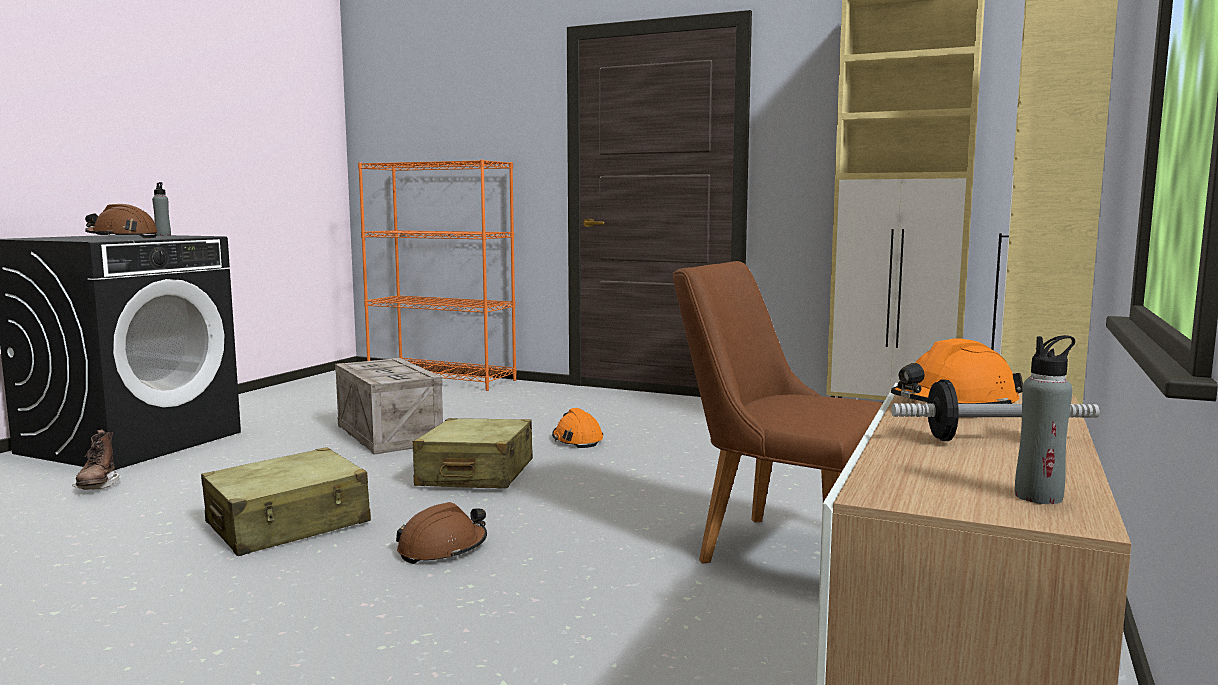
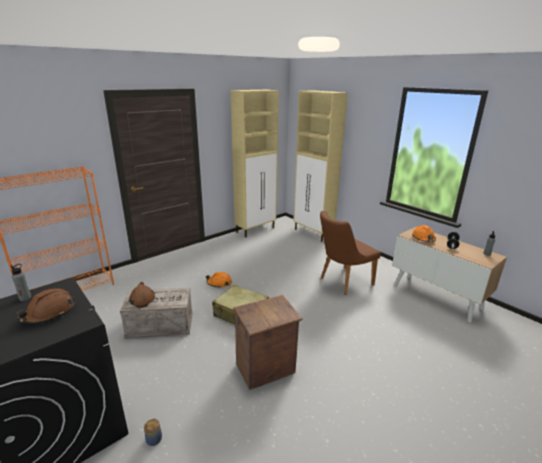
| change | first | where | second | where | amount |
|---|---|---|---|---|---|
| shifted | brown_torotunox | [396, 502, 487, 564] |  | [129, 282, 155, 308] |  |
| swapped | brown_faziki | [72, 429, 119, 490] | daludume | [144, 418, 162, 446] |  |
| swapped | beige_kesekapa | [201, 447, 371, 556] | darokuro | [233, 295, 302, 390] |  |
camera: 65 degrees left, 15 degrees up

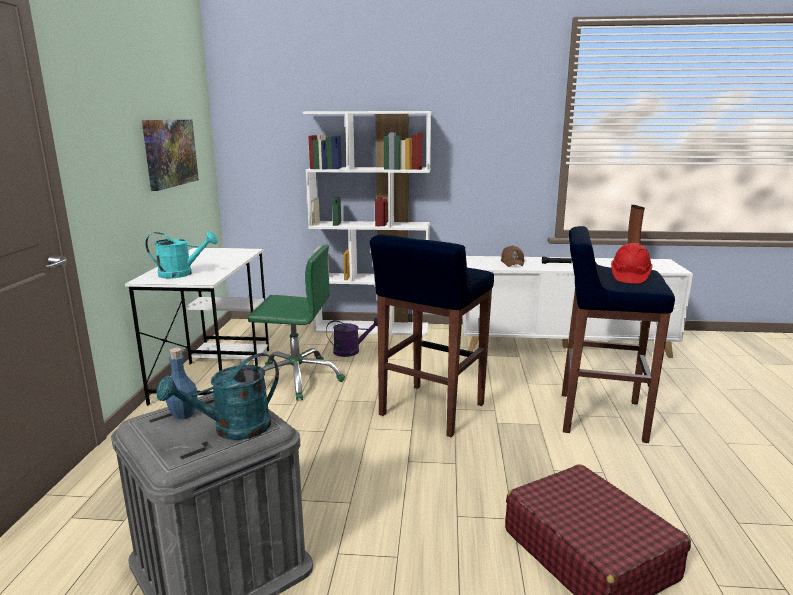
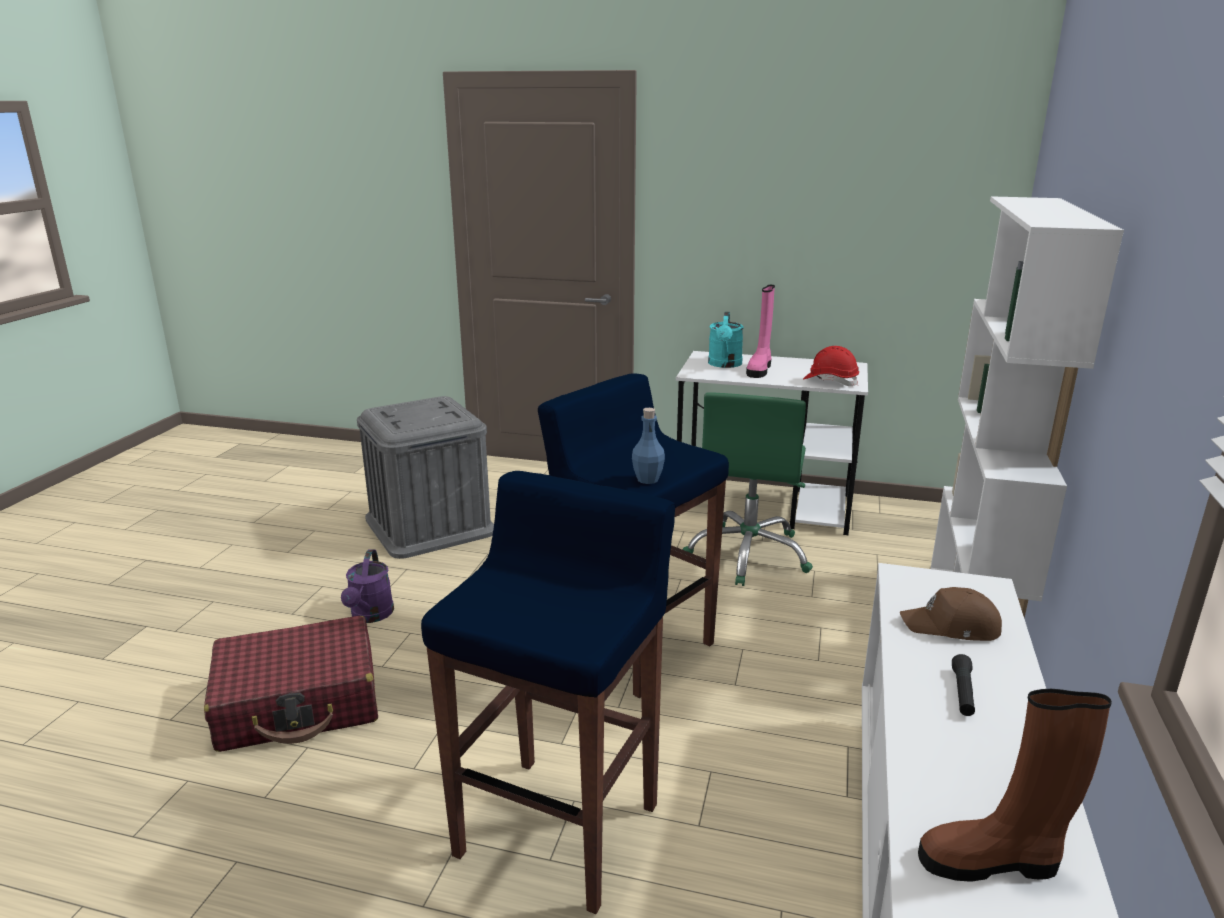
| change | first | where | second | where | amount |
|---|---|---|---|---|---|
| gone | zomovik | [142, 120, 199, 191] |  |  |  |
| gone | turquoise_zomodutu | [156, 353, 279, 440] |  |  |  |
| new |  |  | pink_faziki | [746, 285, 775, 378] |  |
| shifted | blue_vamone | [166, 348, 198, 419] |  | [632, 408, 665, 484] |  |
| shifted | purple_zomodutu | [326, 317, 378, 357] |  | [341, 549, 394, 623] |  |
| shifted | red_torotunox | [611, 243, 652, 284] |  | [803, 346, 859, 386] |  |
camera: 100 degrees right, 5 degrees up

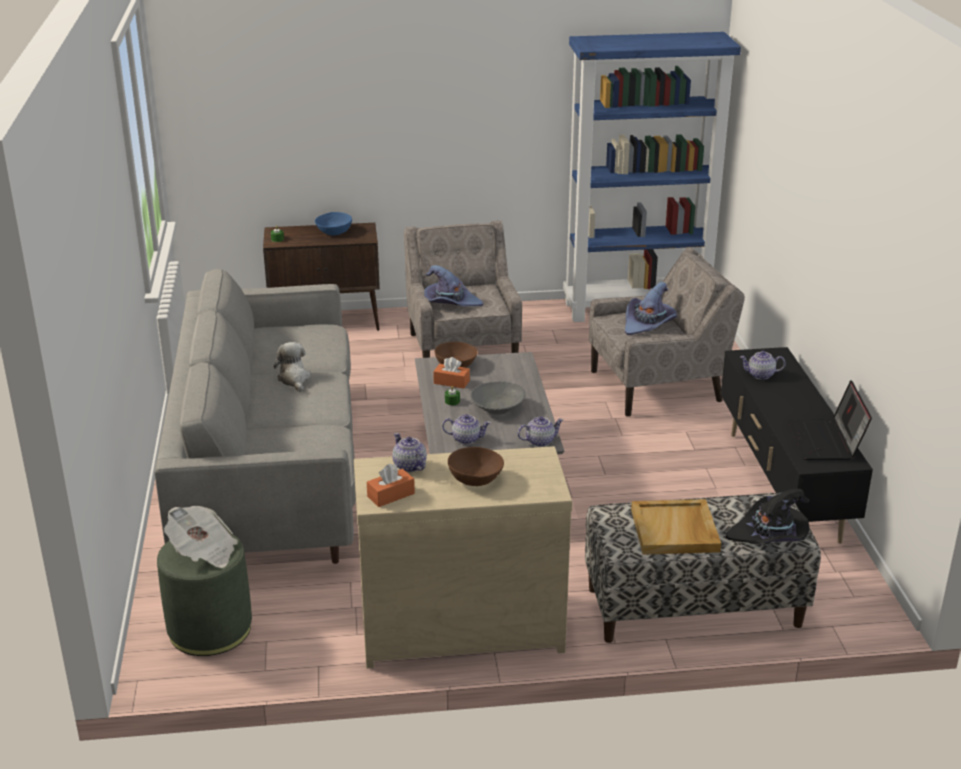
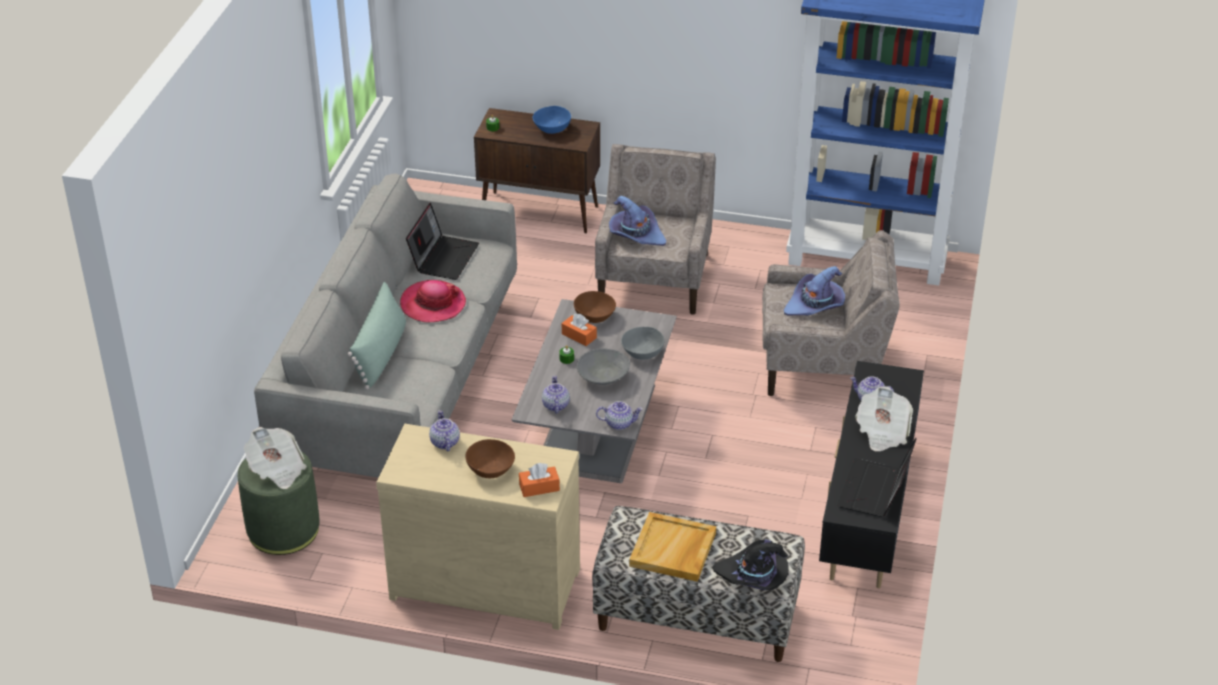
| change | first | where | second | where | amount |
|---|---|---|---|---|---|
| new |  |  | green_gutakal | [347, 282, 406, 390] |  |
| new |  |  | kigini | [406, 203, 479, 280] |  |
| new |  |  | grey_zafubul | [621, 327, 664, 360] |  |
| new |  |  | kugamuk | [855, 387, 913, 452] |  |
| shifted | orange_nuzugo | [367, 464, 415, 507] |  | [519, 463, 560, 497] |  |
| swapped | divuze | [274, 342, 311, 392] | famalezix | [400, 280, 466, 322] |  |
| rotated | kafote | [442, 414, 491, 444] |  | [542, 375, 570, 414] | 120 degrees counterclockwise |
camera: 20 degrees right, 10 degrees up

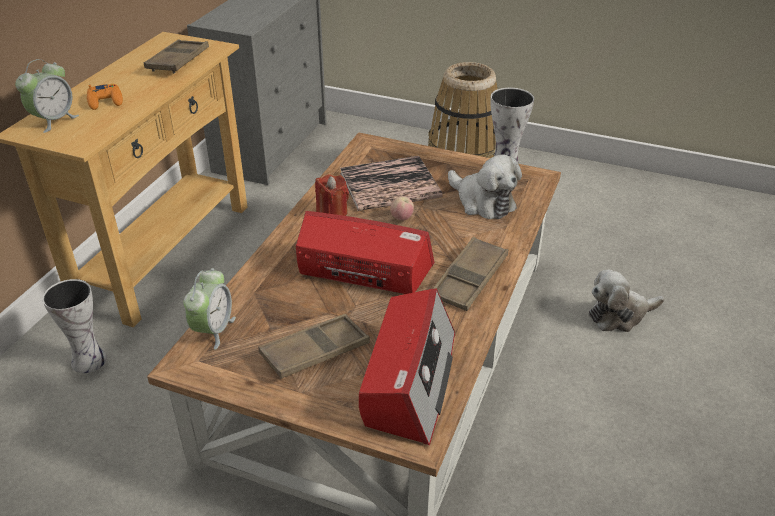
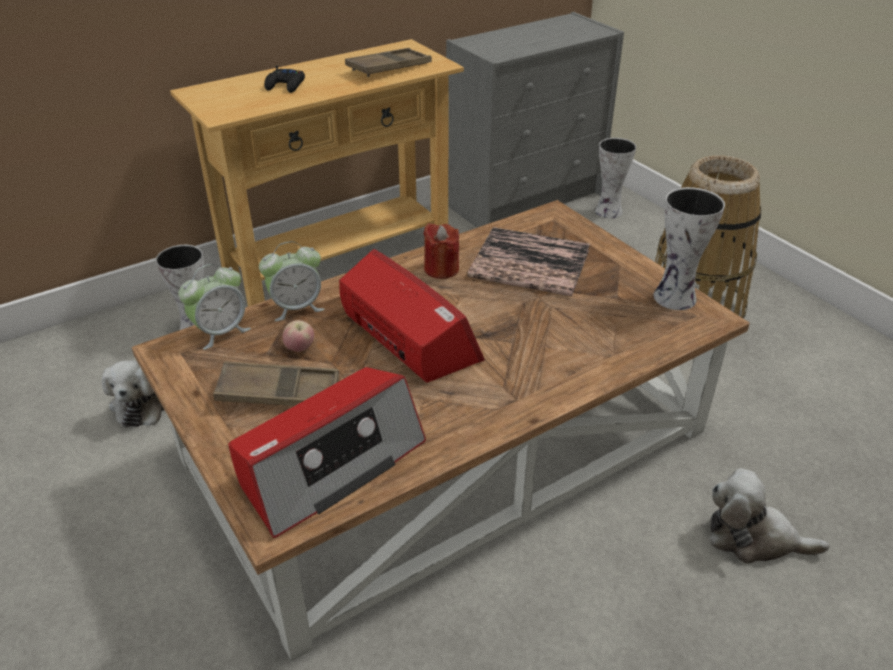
| change | first | where | second | where | amount |
|---|---|---|---|---|---|
| gone | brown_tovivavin | [433, 237, 508, 311] |  |  |  |
| new |  |  | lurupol | [595, 138, 636, 219] |  |
| shifted | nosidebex | [15, 59, 79, 133] |  | [259, 241, 325, 321] |  |
| shifted | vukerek | [390, 196, 414, 220] |  | [283, 320, 314, 352] |  |
| shifted | divuze | [448, 155, 522, 219] |  | [102, 360, 164, 427] |  |
| repainted | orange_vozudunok | [87, 84, 123, 110] | black_vozudunok | [264, 66, 305, 93] |  |
camera: 35 degrees right, 0 degrees up

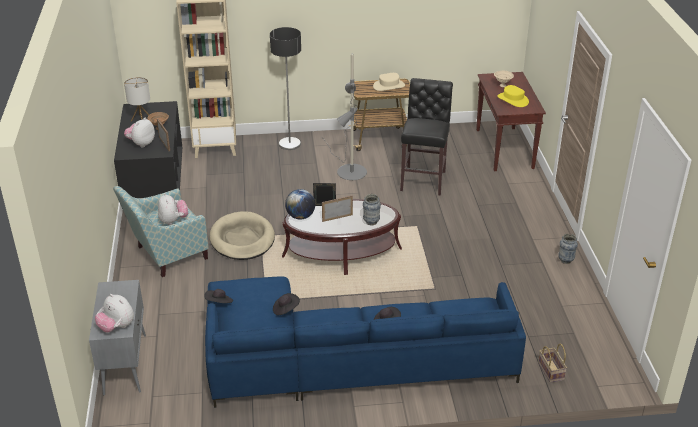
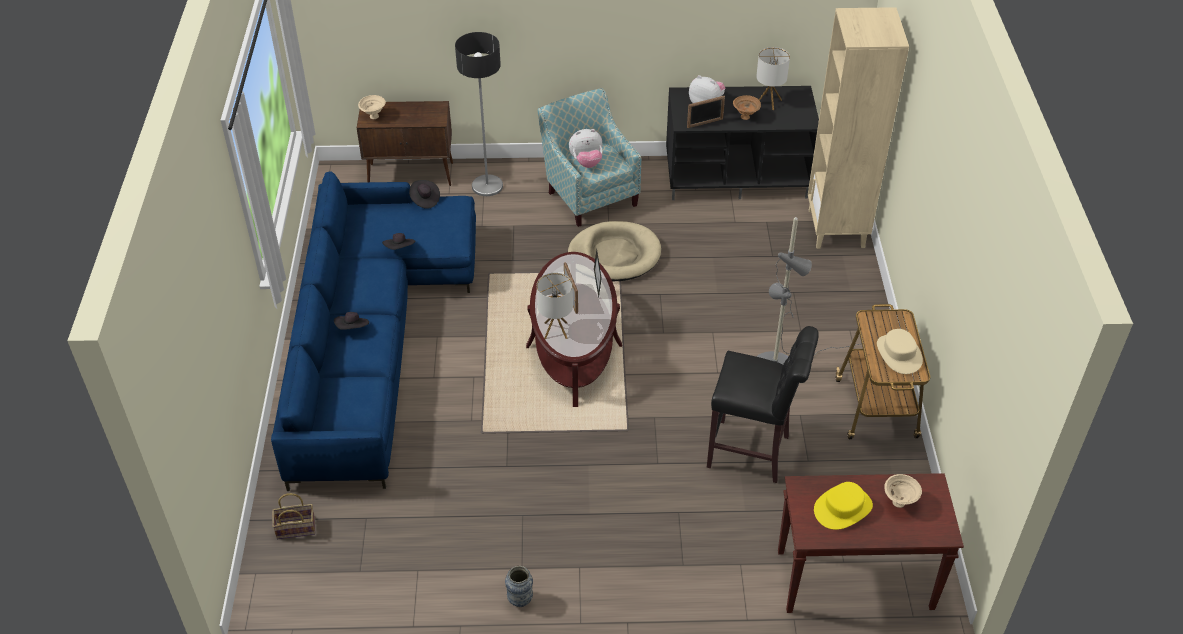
| change | first | where | second | where | amount |
|---|---|---|---|---|---|
| gone | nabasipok | [285, 189, 315, 219] |  |  |  |
| shifted | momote | [270, 27, 301, 150] |  | [455, 32, 503, 196] |  |
| swapped | divuze | [95, 294, 134, 333] | beige_zafubul | [358, 95, 386, 119] |  |
| swapped | lurupol | [363, 194, 381, 225] | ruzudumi | [537, 273, 573, 339] |  |
| repainted | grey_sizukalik | [89, 280, 146, 395] | brown_sizukalik | [357, 101, 453, 186] |  |
camera: 95 degrees right, 10 degrees up

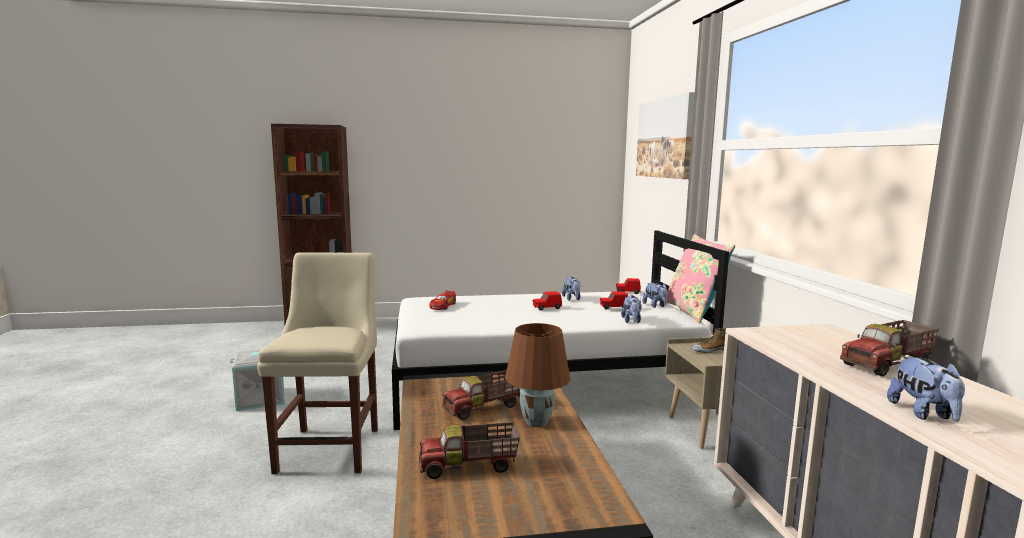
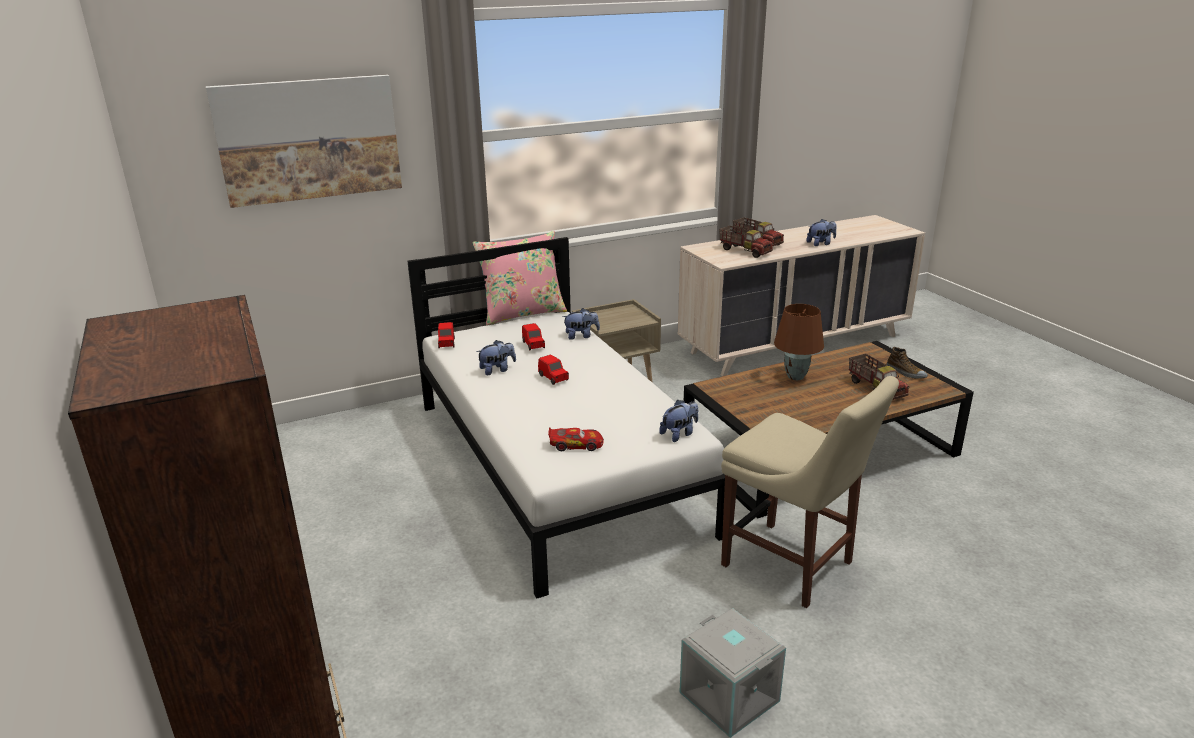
| change | first | where | second | where | amount |
|---|---|---|---|---|---|
| shifted | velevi | [442, 370, 520, 420] |  | [719, 226, 773, 258] |  |
| shifted | divuze | [642, 283, 668, 308] |  | [659, 400, 698, 442] |  |
| shifted | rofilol | [691, 328, 726, 353] |  | [887, 347, 928, 379] |  |
| rotated | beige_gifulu | [257, 252, 378, 474] |  | [721, 376, 899, 608] | 120 degrees counterclockwise |
camera: 105 degrees left, 15 degrees up

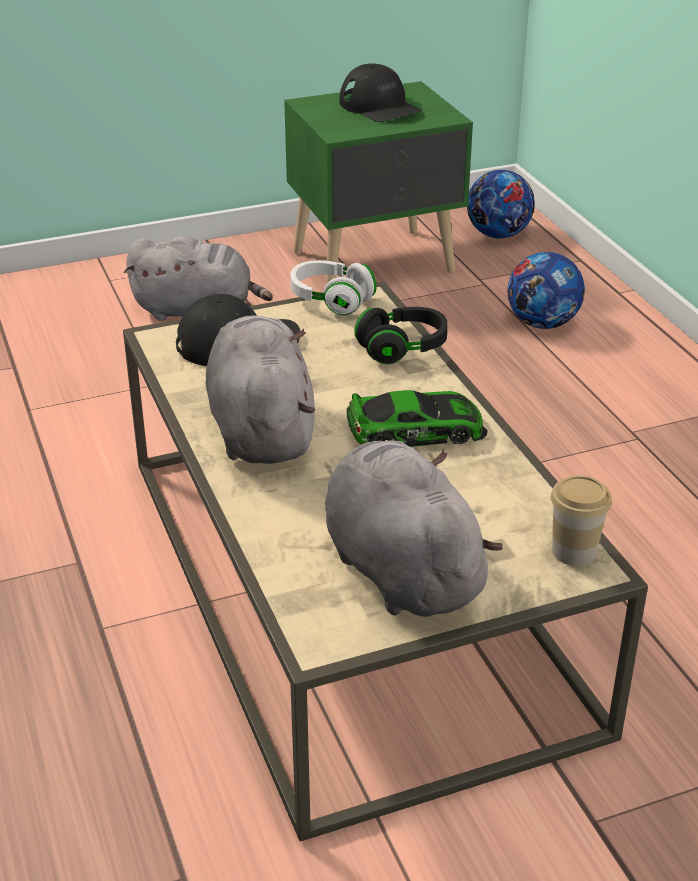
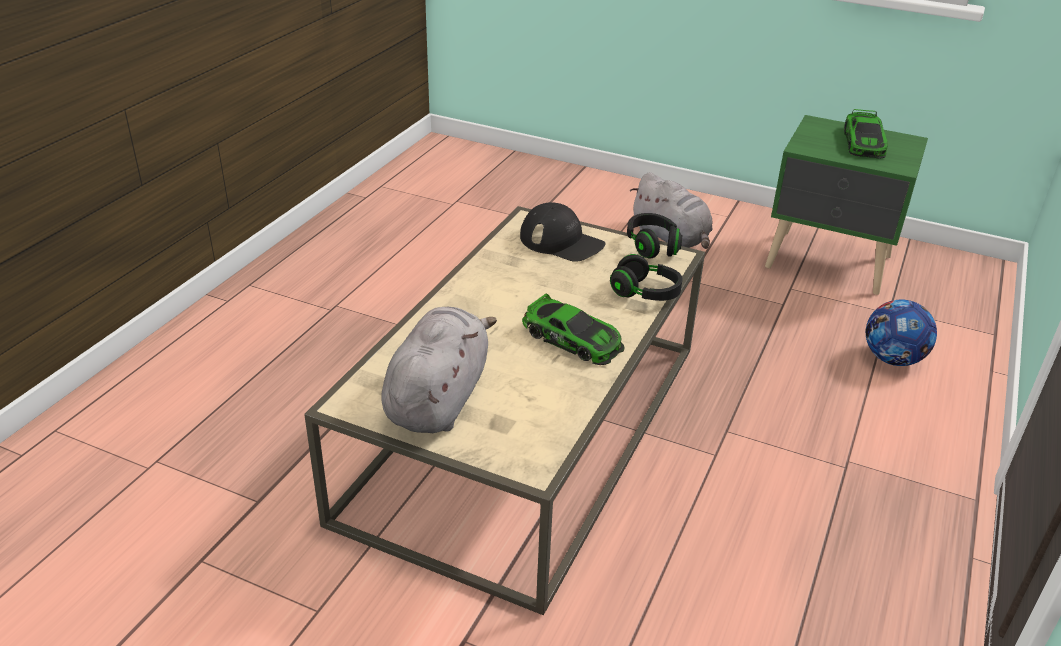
| change | first | where | second | where | amount |
|---|---|---|---|---|---|
| gone | grey_divuze | [206, 316, 315, 464] |  |  |  |
| gone | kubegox | [467, 170, 535, 238] |  |  |  |
| gone | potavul | [551, 475, 612, 566] |  |  |  |
| swapped | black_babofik | [340, 64, 423, 122] | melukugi | [844, 109, 888, 159] |  |
| repainted | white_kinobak | [290, 260, 377, 315] | black_kinobak | [627, 213, 682, 259] |  |
camera: 45 degrees right, 0 degrees up

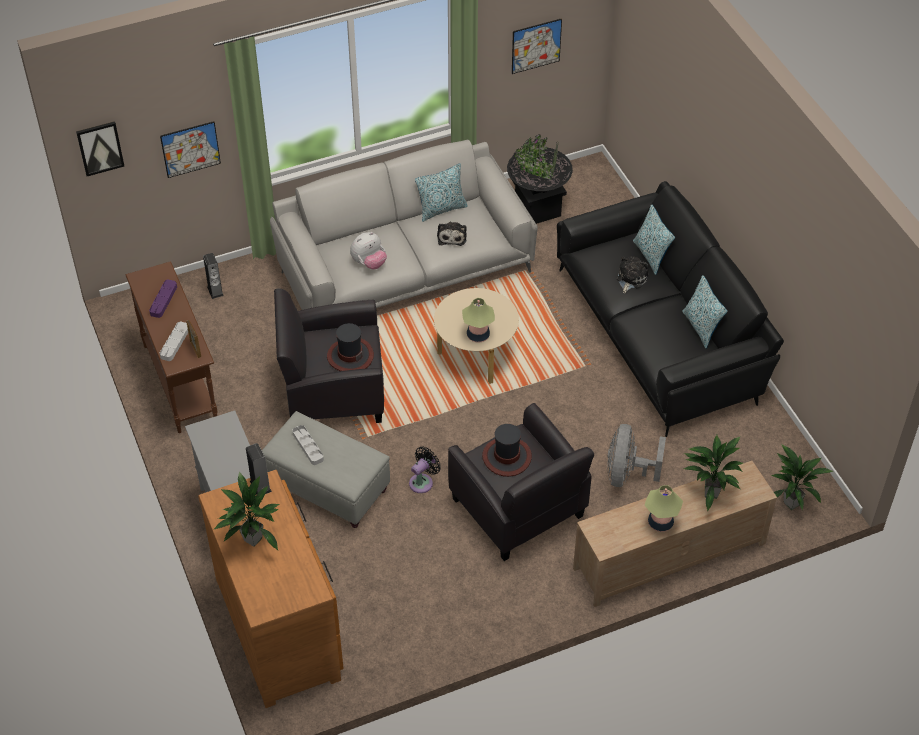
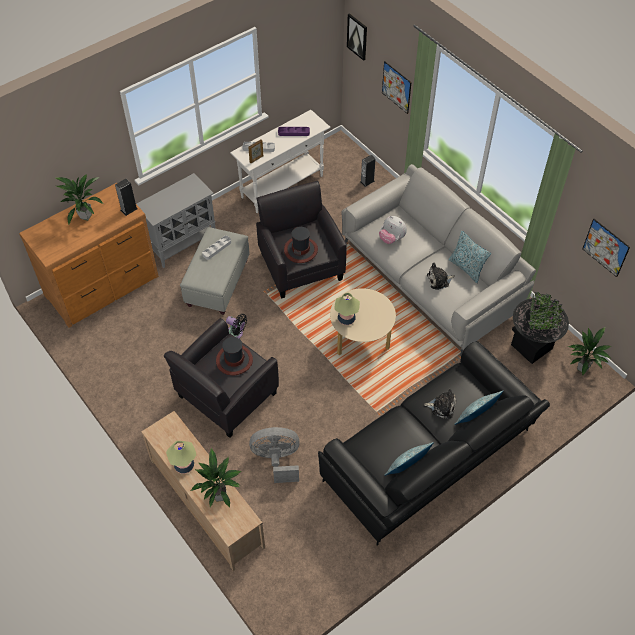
| change | first | where | second | where | amount |
|---|---|---|---|---|---|
| shifted | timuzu | [771, 444, 833, 510] |  | [568, 327, 611, 376] |  |
| repainted | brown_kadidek | [125, 261, 217, 433] | white_kadidek | [230, 110, 331, 213] |  |
camera: 75 degrees right, 5 degrees up

